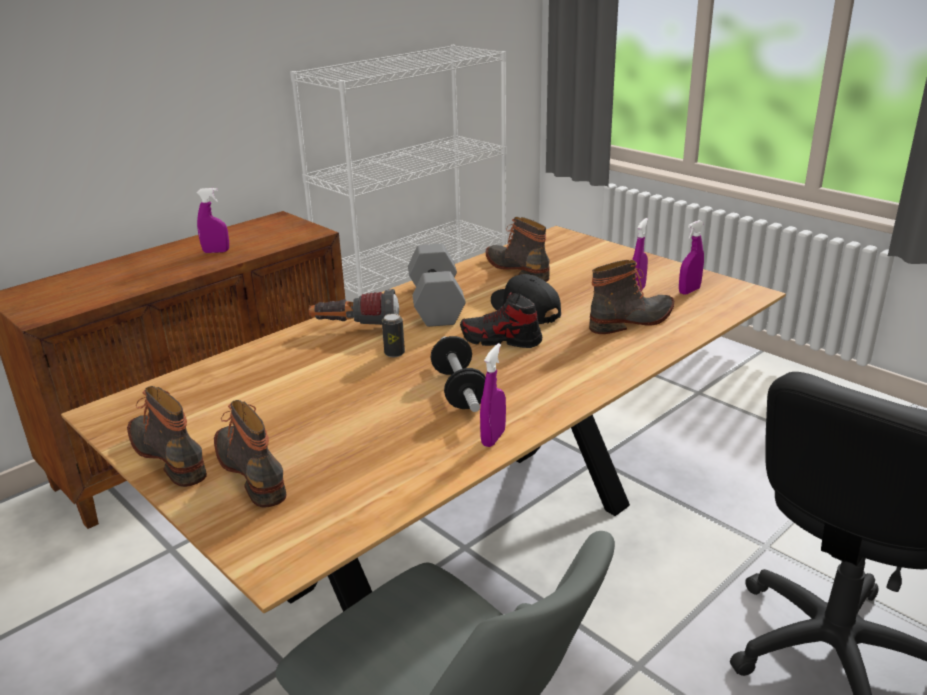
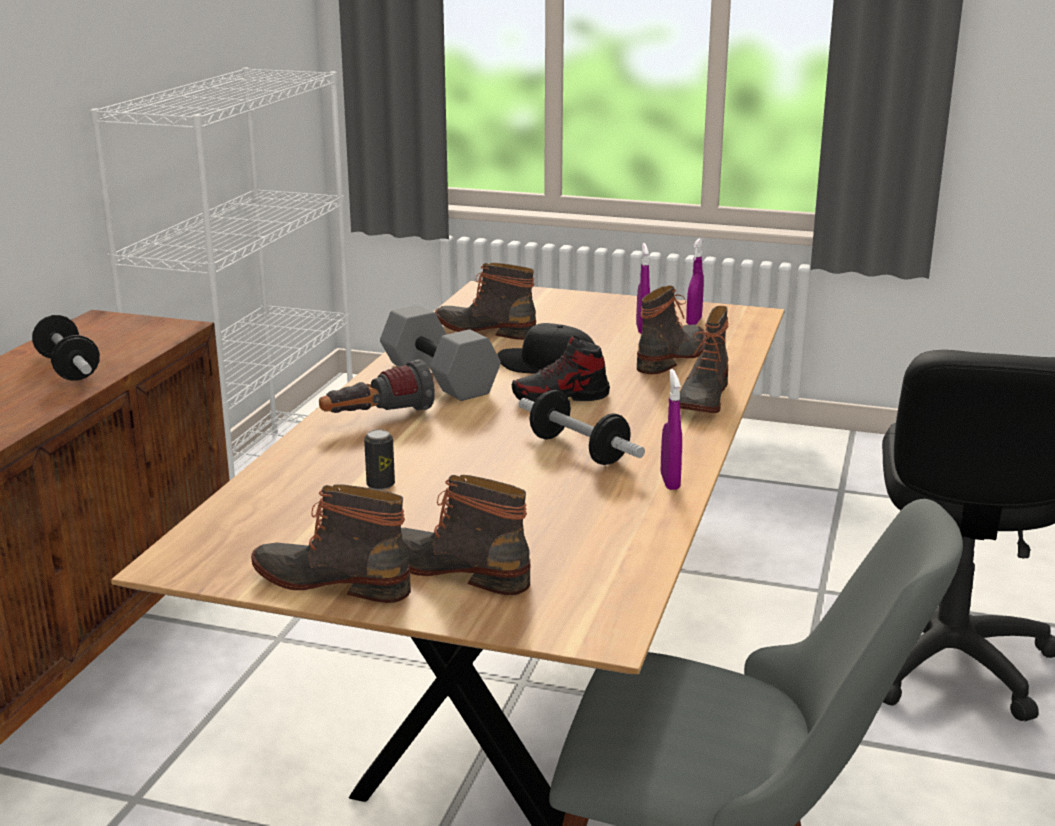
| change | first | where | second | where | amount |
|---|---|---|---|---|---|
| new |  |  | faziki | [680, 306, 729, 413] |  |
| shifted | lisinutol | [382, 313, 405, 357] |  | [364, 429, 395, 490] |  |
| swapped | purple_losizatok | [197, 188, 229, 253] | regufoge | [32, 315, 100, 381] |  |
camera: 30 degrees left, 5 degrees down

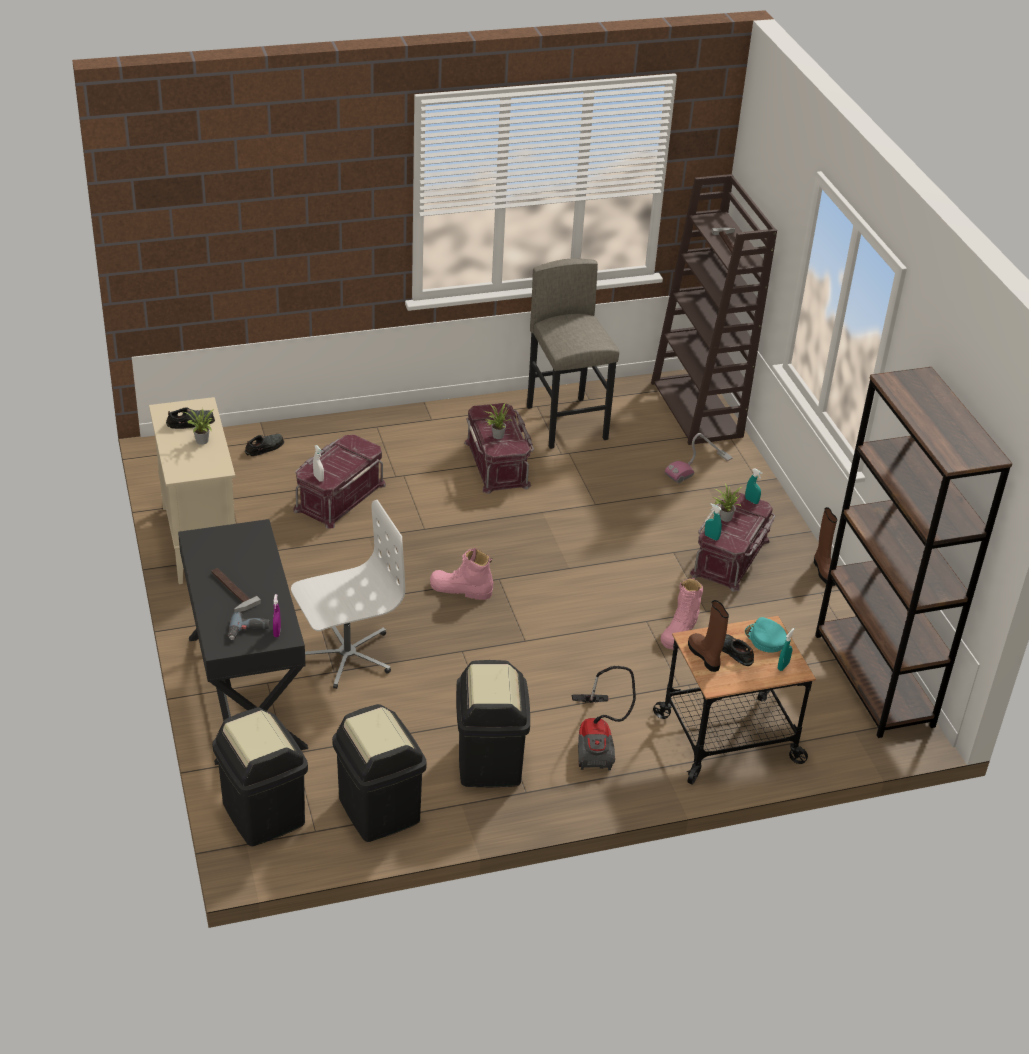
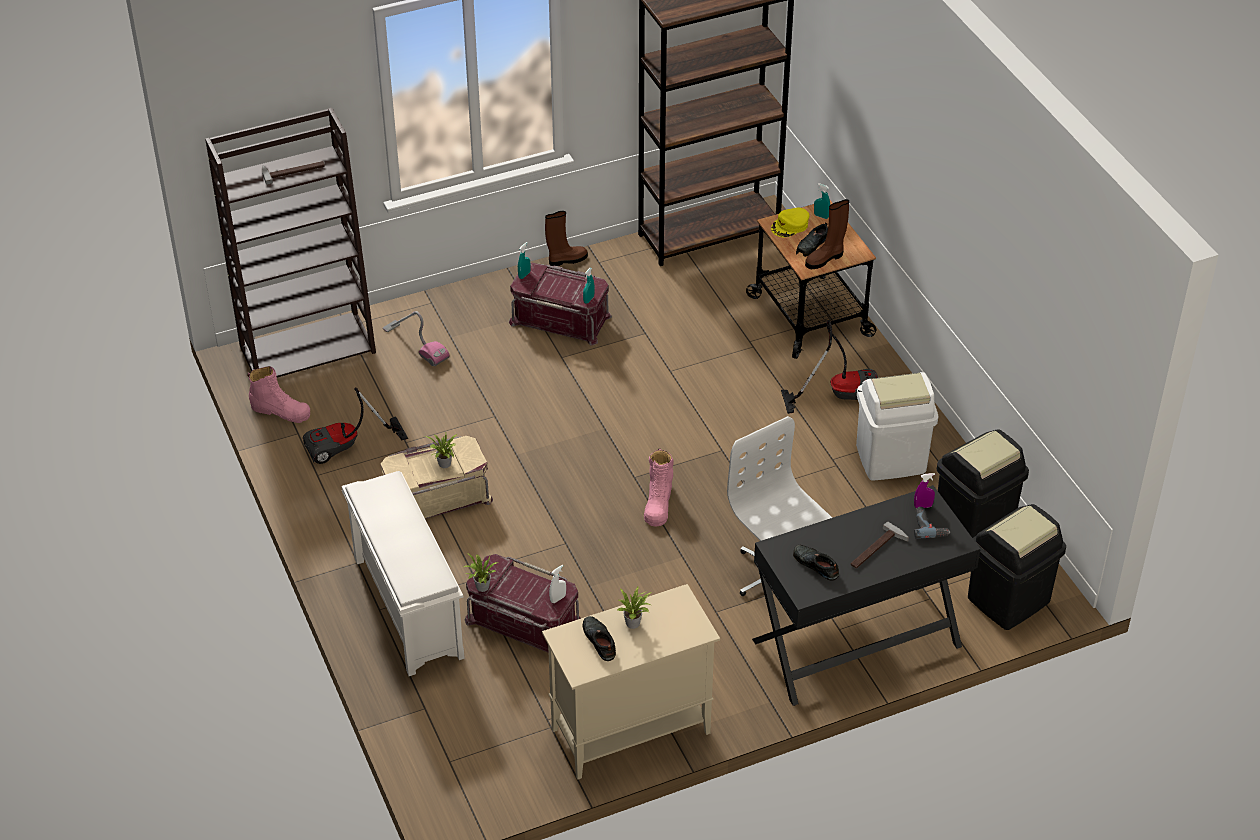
| change | first | where | second | where | amount |
|---|---|---|---|---|---|
| new |  |  | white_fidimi | [342, 471, 465, 676] |  |
| shifted | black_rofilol | [245, 434, 284, 456] |  | [793, 545, 839, 581] |  |
| shifted | pink_faziki | [660, 577, 703, 649] |  | [247, 366, 310, 423] |  |
| shifted | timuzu | [713, 483, 742, 522] |  | [464, 552, 498, 592] |  |
| swapped | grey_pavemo | [527, 258, 619, 449] | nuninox | [303, 388, 408, 464] |  |
| repainted | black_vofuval | [456, 660, 530, 787] | white_vofuval | [856, 372, 938, 481] |  |
| repainted | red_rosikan | [464, 403, 534, 494] | beige_rosikan | [380, 436, 493, 519] |  |
| repainted | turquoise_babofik | [745, 617, 787, 653] | yellow_babofik | [771, 207, 809, 237] |  |
camera: 95 degrees left, 5 degrees up

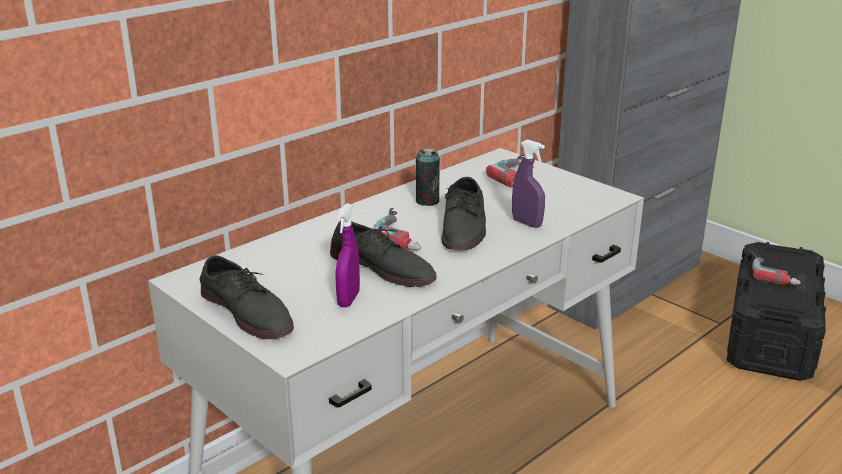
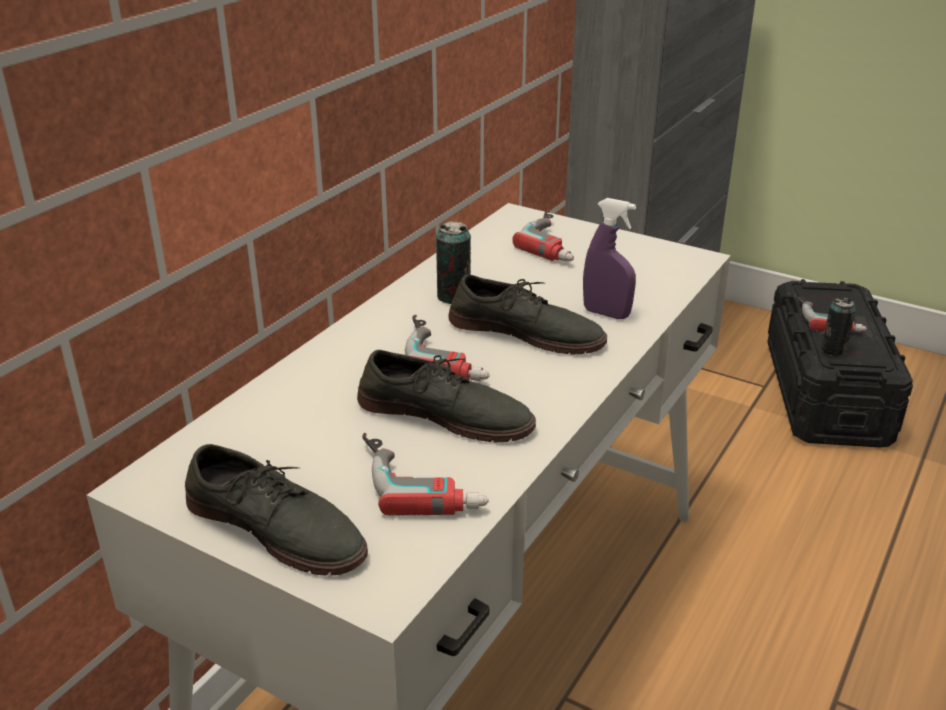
| change | first | where | second | where | amount |
|---|---|---|---|---|---|
| new |  |  | lisinutol | [821, 297, 856, 356] |  |
| swapped | purple_losizatok | [336, 203, 360, 307] | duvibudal | [362, 433, 489, 516] |  |
| rotated | grey_rofilol | [442, 177, 486, 250] |  | [448, 274, 607, 354] | 60 degrees counterclockwise |
camera: 15 degrees left, 5 degrees up

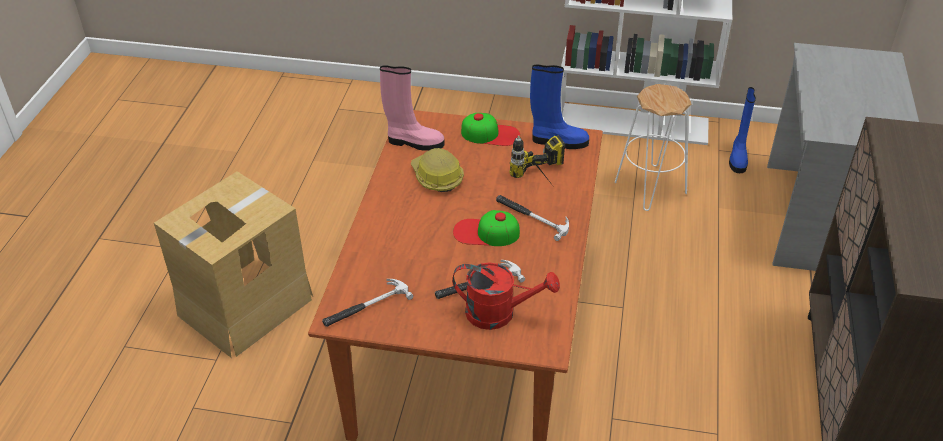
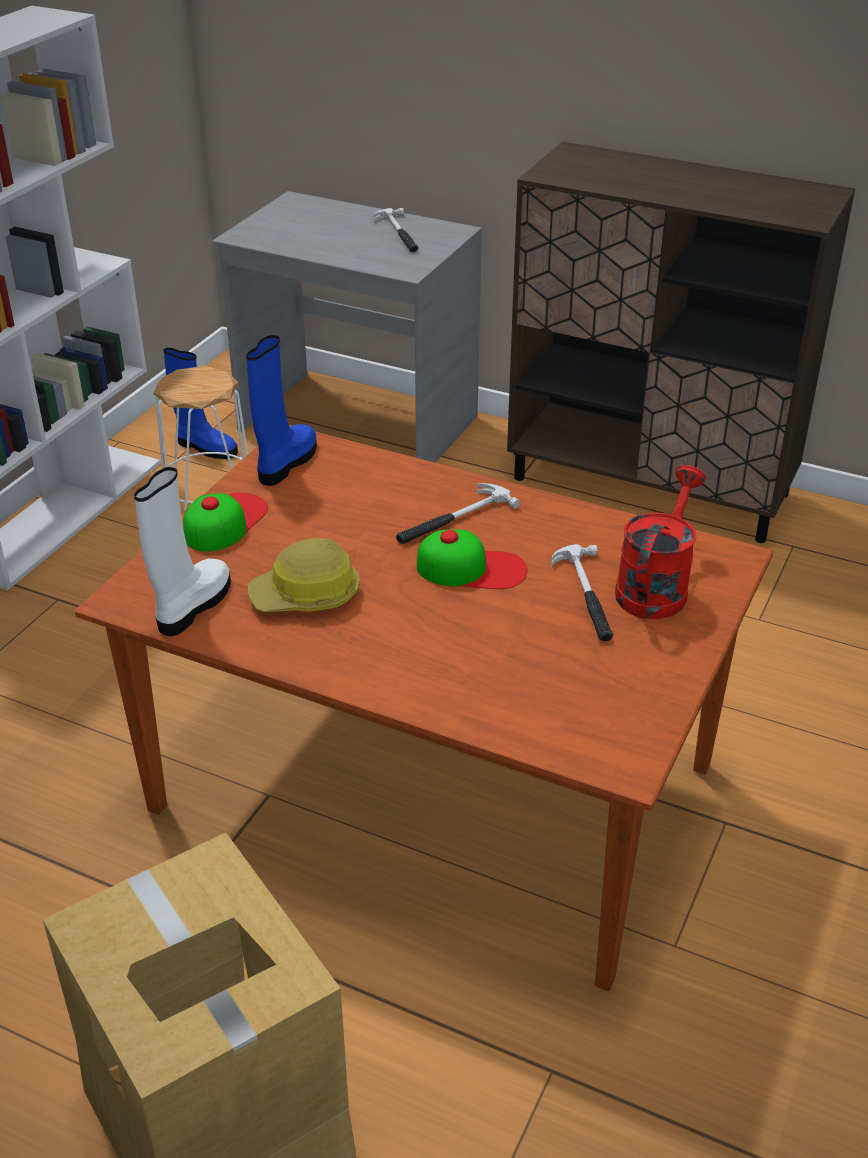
| change | first | where | second | where | amount |
|---|---|---|---|---|---|
| gone | duvibudal | [509, 135, 565, 186] |  |  |  |
| shifted | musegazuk | [322, 279, 413, 327] |  | [374, 208, 419, 252] |  |
| repainted | pink_faziki | [380, 66, 444, 151] | white_faziki | [134, 467, 231, 636] |  |
| rotated | babofik | [453, 210, 520, 246] |  | [417, 529, 528, 589] | 105 degrees counterclockwise |
camera: 75 degrees left, 5 degrees down

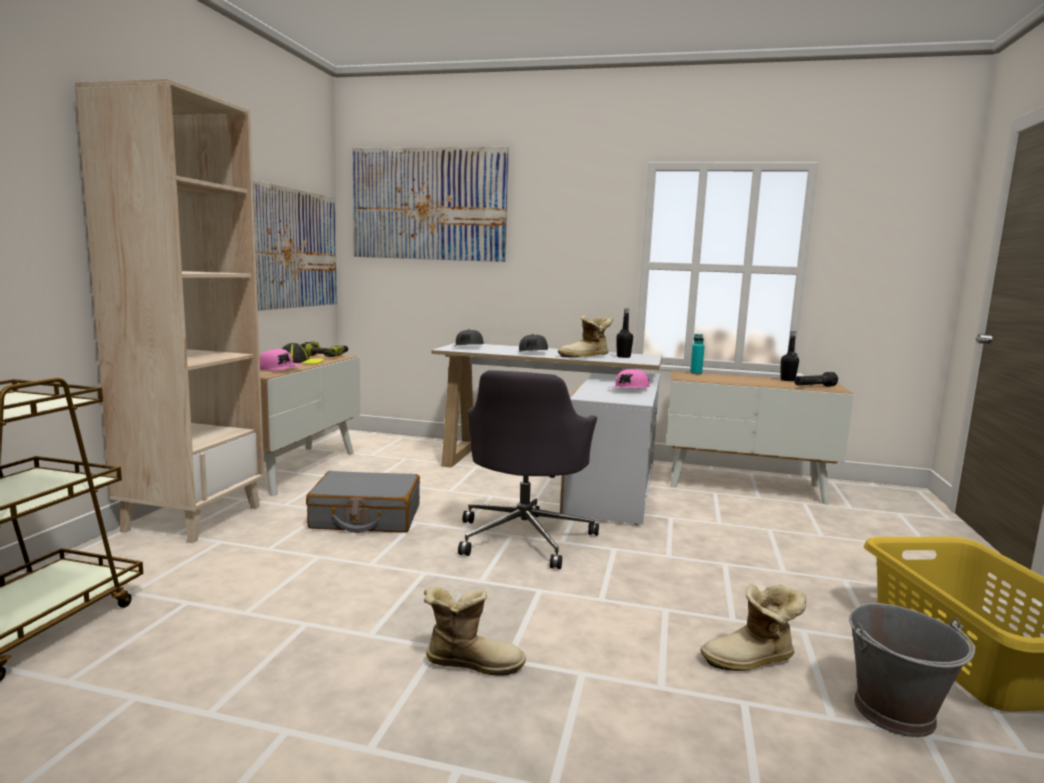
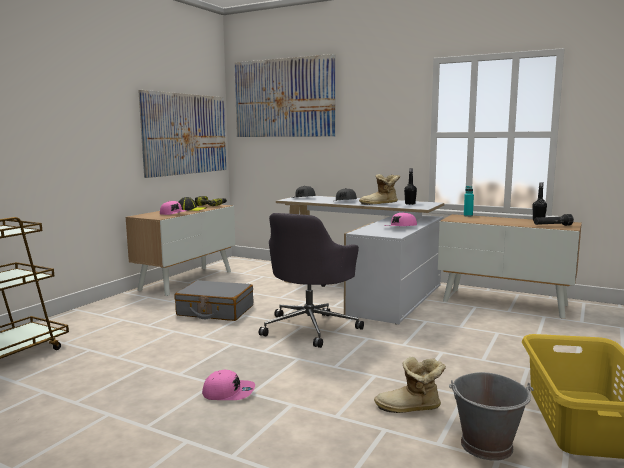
| change | first | where | second | where | amount |
|---|---|---|---|---|---|
| gone | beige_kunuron | [75, 79, 264, 543] |  |  |  |
| swapped | faziki | [424, 586, 526, 676] | pink_babofik | [202, 370, 255, 400] |  |
camera: 15 degrees right, 0 degrees up

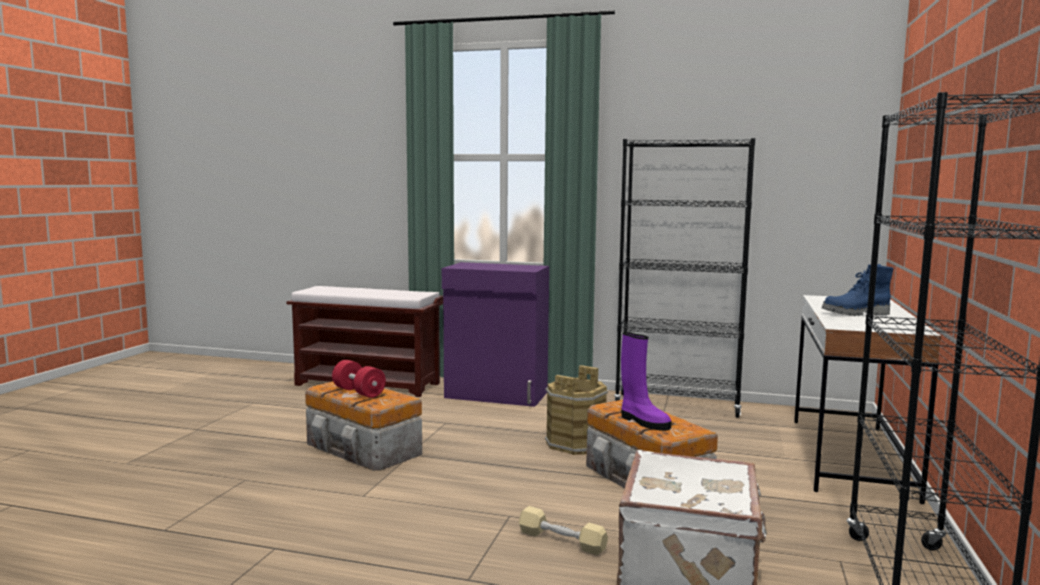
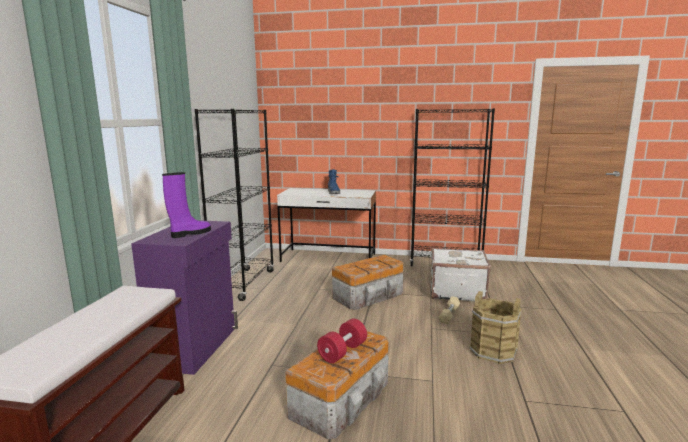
| change | first | where | second | where | amount |
|---|---|---|---|---|---|
| shifted | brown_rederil | [545, 365, 608, 455] |  | [469, 291, 521, 364] |  |
| shifted | purple_faziki | [621, 332, 671, 431] |  | [162, 172, 211, 238] |  |
camera: 95 degrees left, 5 degrees up

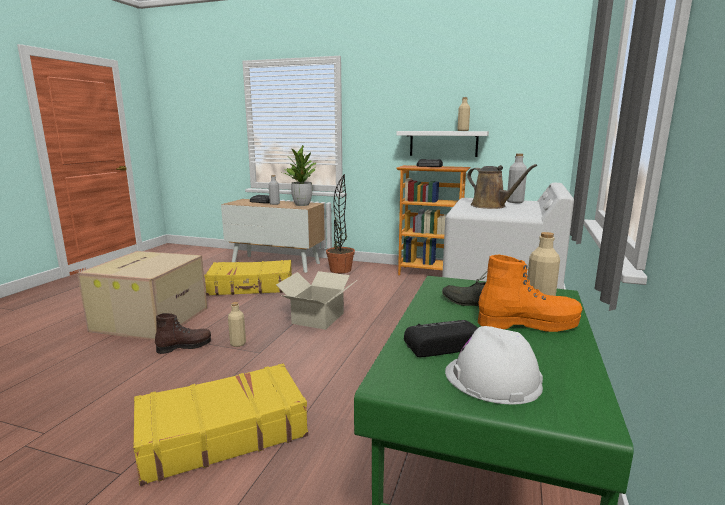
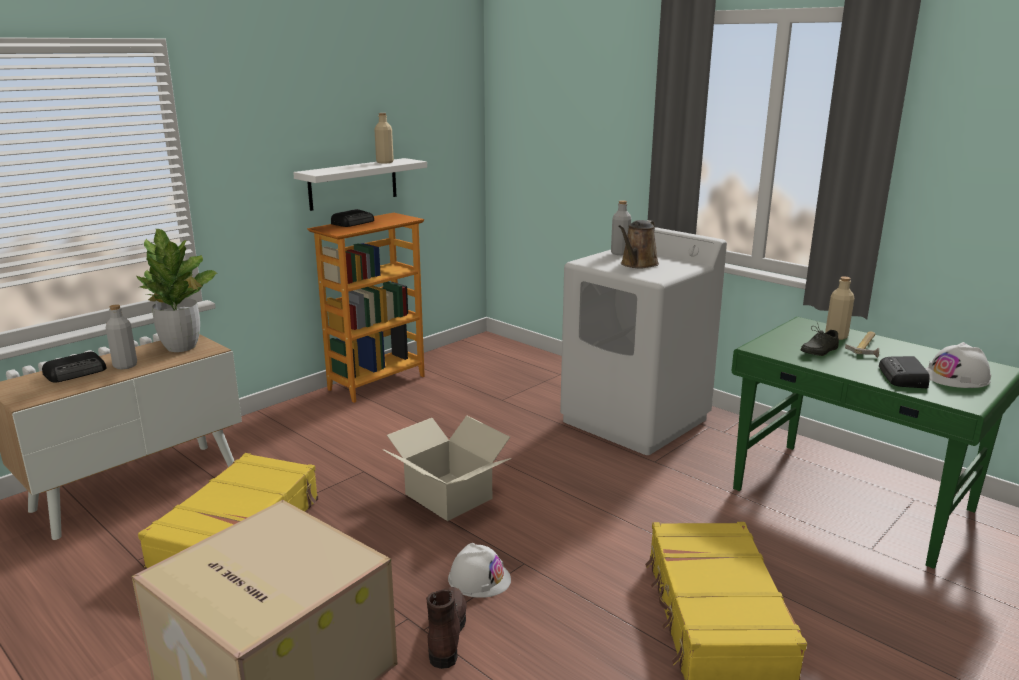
| change | first | where | second | where | amount |
|---|---|---|---|---|---|
| gone | timuzu | [326, 174, 355, 273] |  |  |  |
| swapped | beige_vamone | [228, 302, 246, 347] | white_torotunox | [448, 543, 511, 598] |  |
| swapped | orange_faziki | [478, 255, 583, 332] | musegazuk | [845, 331, 879, 358] |  |
| rotated | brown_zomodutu | [467, 164, 537, 209] |  | [618, 220, 659, 268] | 135 degrees clockwise |
camera: 65 degrees left, 5 degrees up

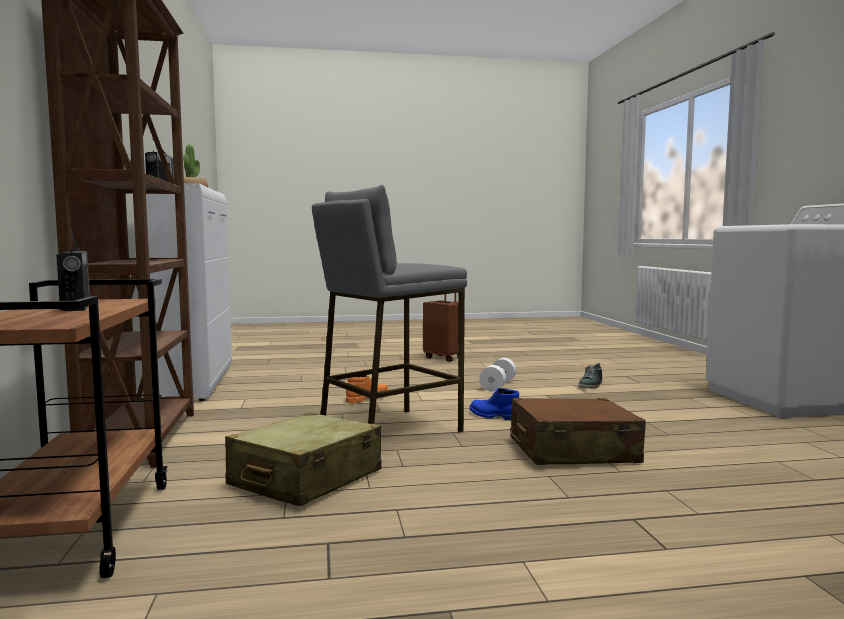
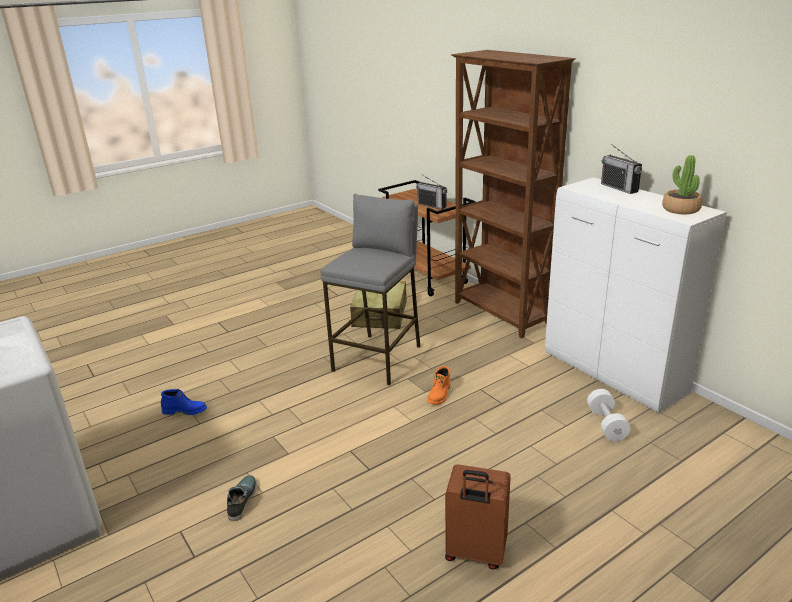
| change | first | where | second | where | amount |
|---|---|---|---|---|---|
| gone | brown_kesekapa | [510, 398, 646, 465] |  |  |  |
| shifted | blue_faziki | [469, 388, 519, 421] |  | [161, 389, 207, 415] |  |
| shifted | white_regufoge | [479, 358, 516, 392] |  | [587, 389, 631, 441] |  |
camera: 155 degrees right, 20 degrees up

